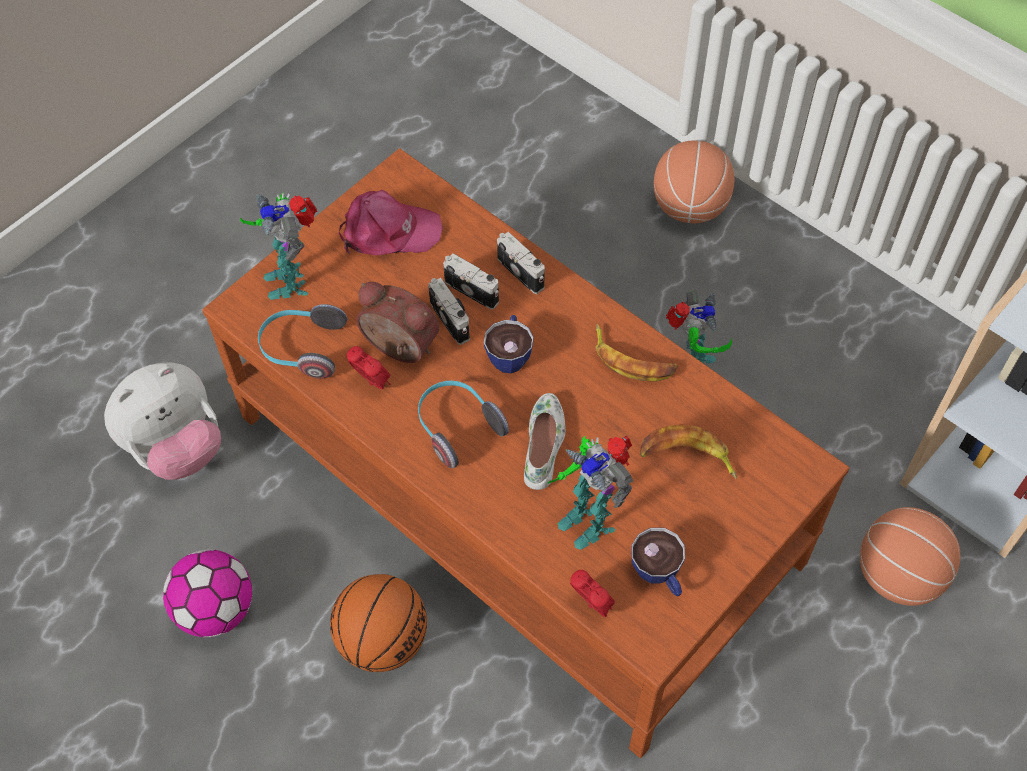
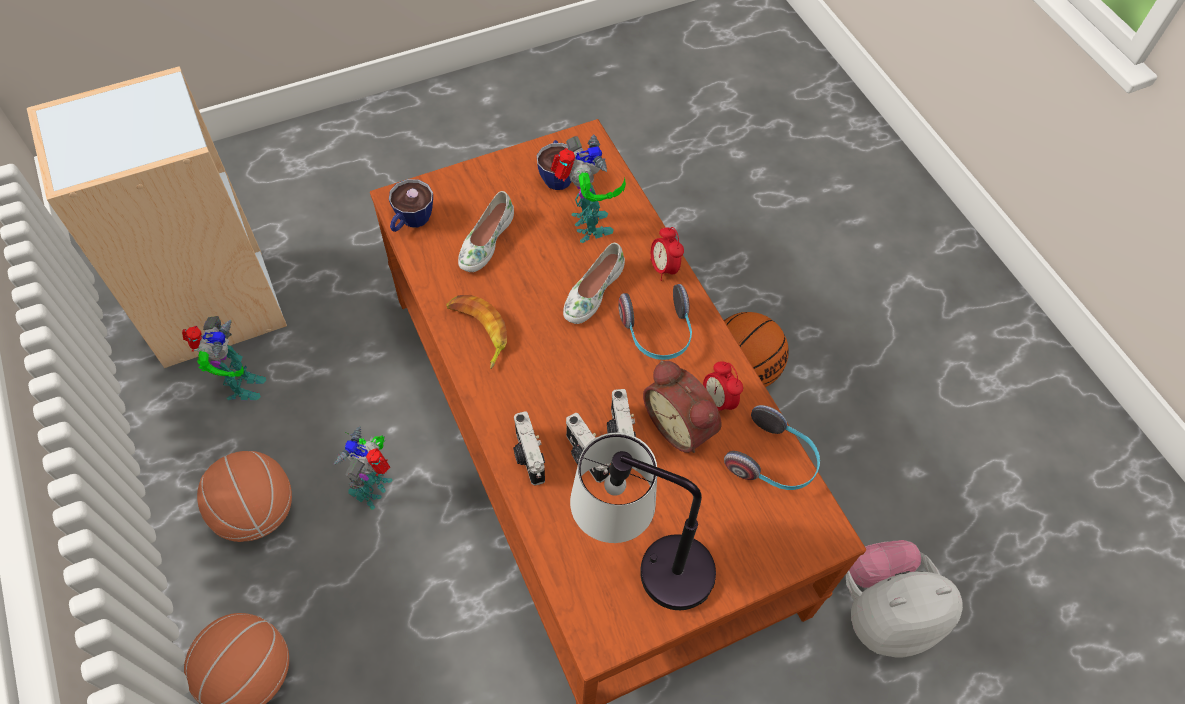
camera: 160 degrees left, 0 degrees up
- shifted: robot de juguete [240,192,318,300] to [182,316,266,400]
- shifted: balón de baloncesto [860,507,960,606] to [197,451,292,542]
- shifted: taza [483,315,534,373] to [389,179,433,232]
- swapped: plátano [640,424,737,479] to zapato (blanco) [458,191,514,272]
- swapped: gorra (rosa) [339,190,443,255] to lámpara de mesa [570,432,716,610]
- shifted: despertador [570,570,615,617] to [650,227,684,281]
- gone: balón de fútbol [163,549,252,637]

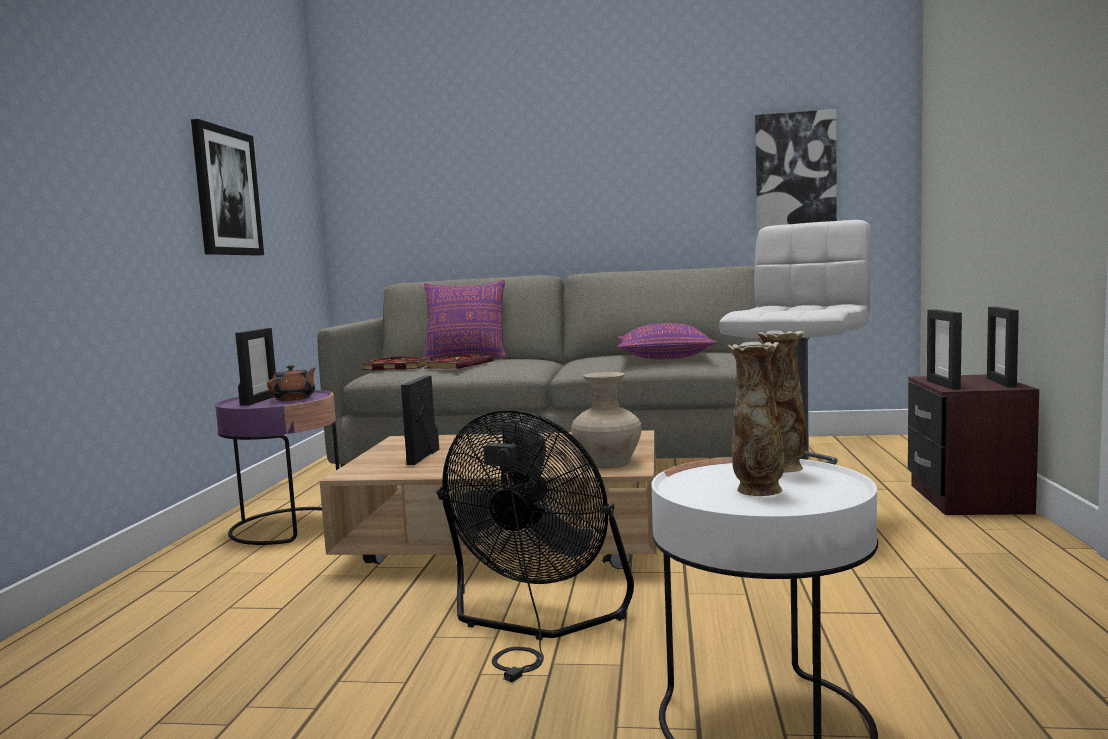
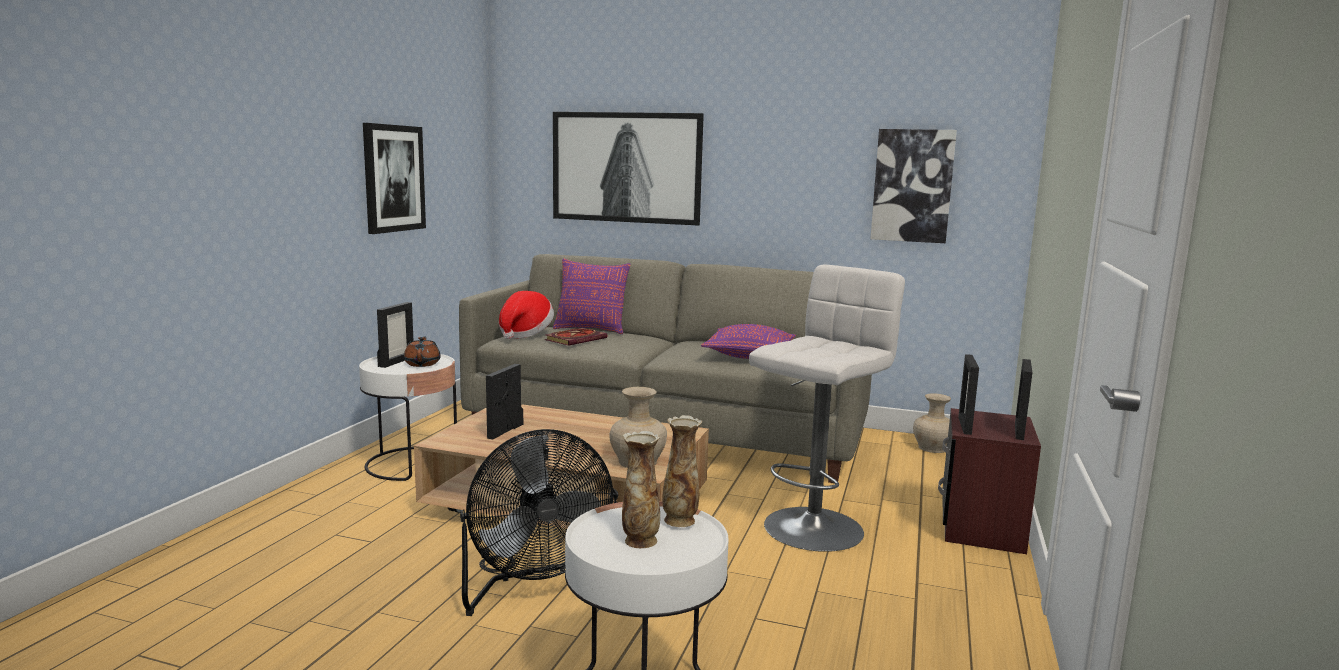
camera: 10 degrees right, 5 degrees up
- repainted: mesa auxiliar (morado) [215,390,339,545] to mesa auxiliar (blanco) [359,354,457,481]
- rotated: tetera (marrón) [267,365,316,401] = [404,337,441,367] 45 degrees counterclockwise
- rotated: ventilador (negro) [436,410,634,682] = [460,429,618,616] 120 degrees clockwise
- swapped: libro [362,356,432,371] to sombrero [499,291,554,339]
- new: cuadro [553,112,704,226]
- new: florero (beis) [913,393,951,453]

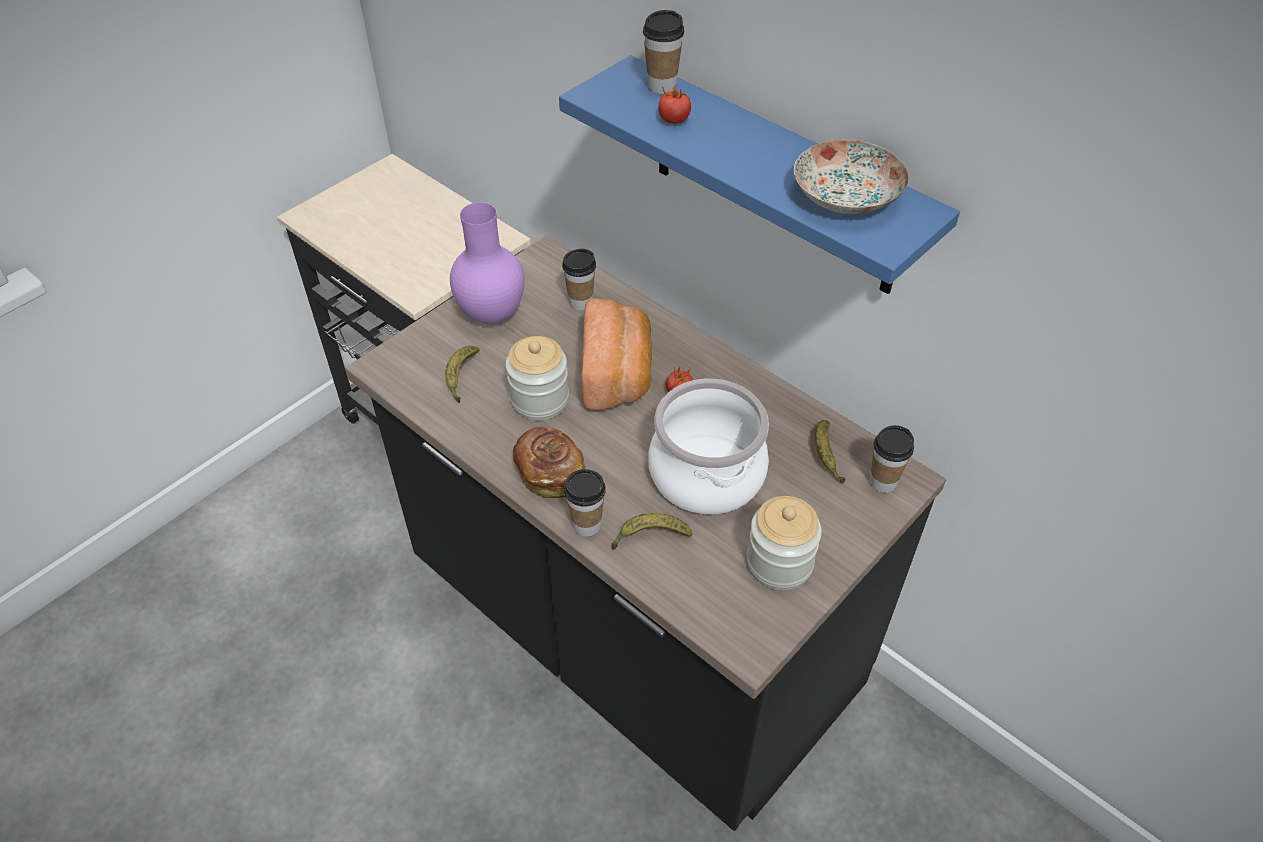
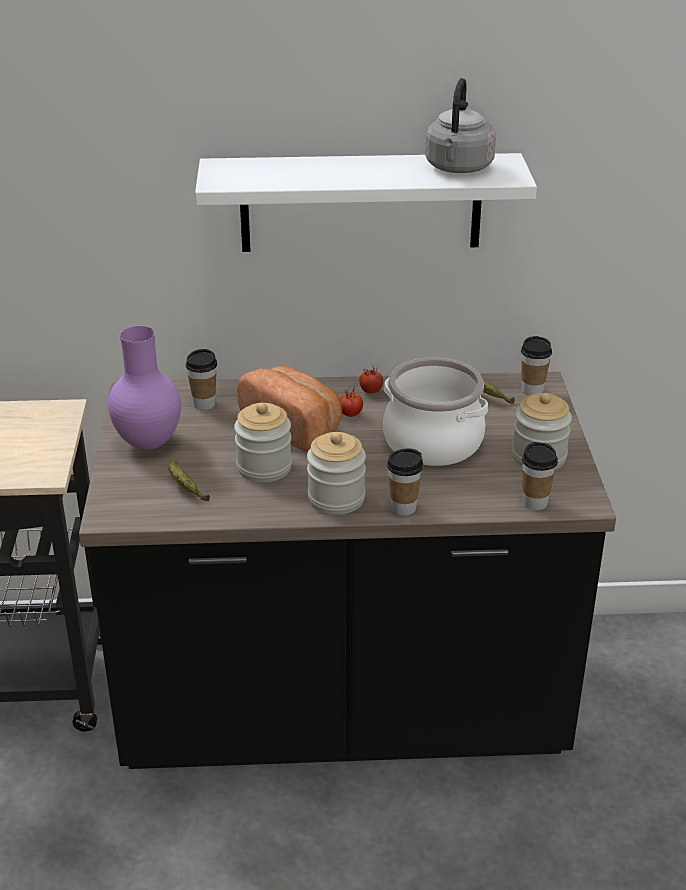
camera: 45 degrees left, 15 degrees down
- repainted: estante (azul) [559,55,960,294] to estante (blanco) [195,153,537,252]
- swapped: pan [513,427,586,498] to tarro [307,432,366,515]
- shifted: tomate [658,84,691,124] to [359,366,383,393]
- swapped: plato [794,140,909,214] to hervidor (gris) [425,78,496,173]
- shifted: taza [643,10,684,94] to [522,442,558,510]
- gone: plátano [611,513,692,550]

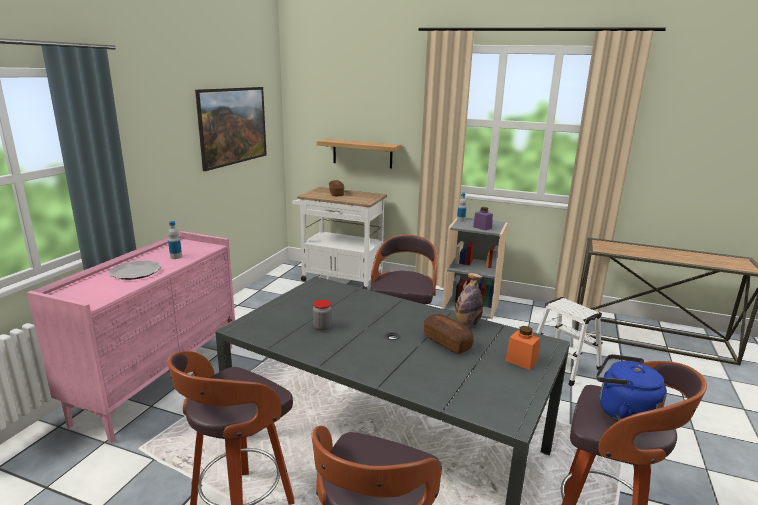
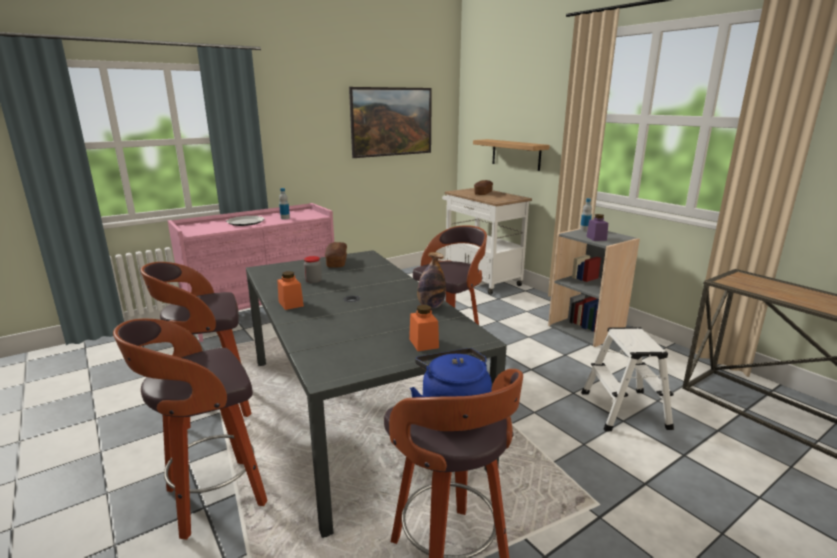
camera: 35 degrees right, 0 degrees up
- new: tarro (naranja) [277,271,304,310]
- shifted: pan [424,314,474,354] to [325,242,347,268]

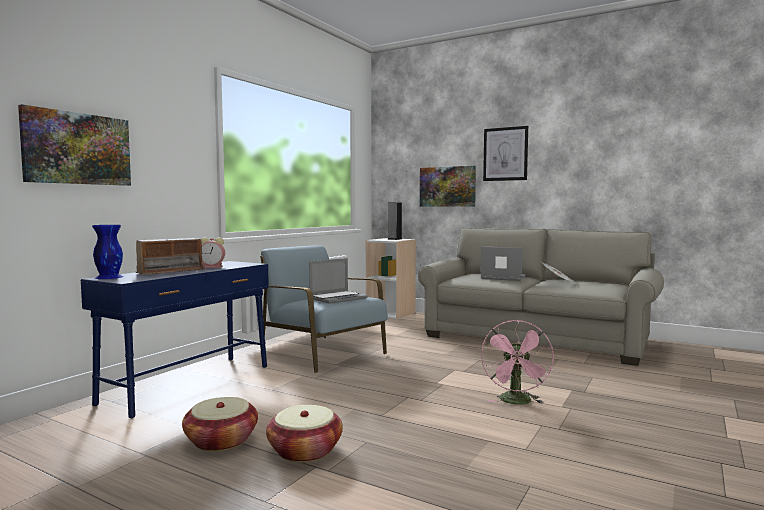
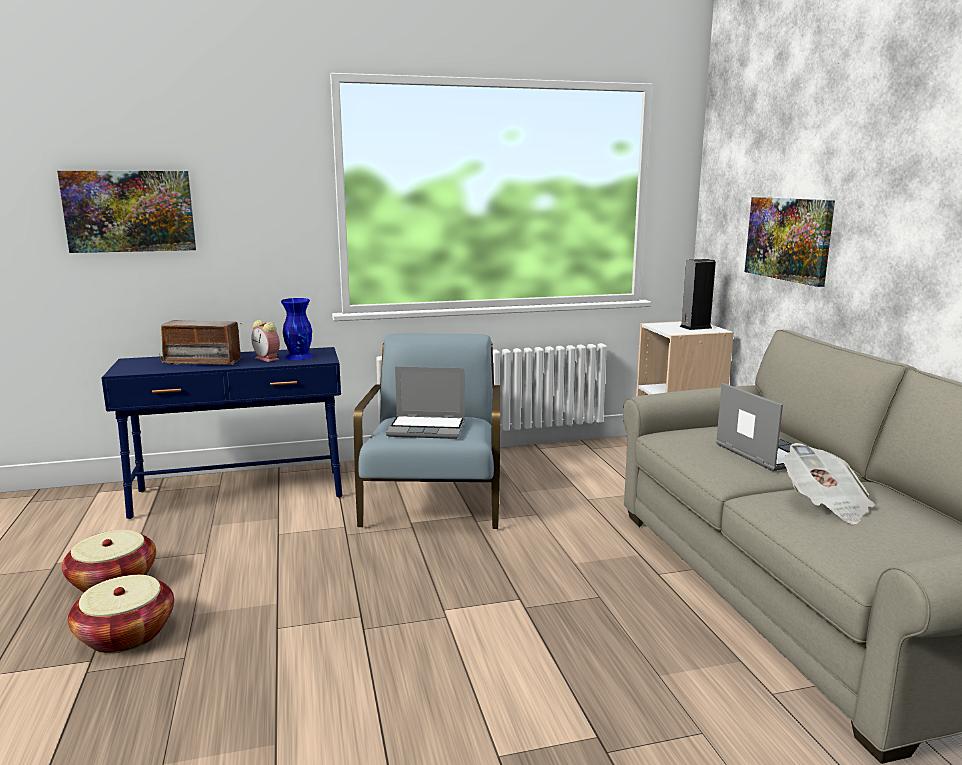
camera: 45 degrees right, 10 degrees up
- shifted: florero (azul) [92,225,124,279] to [281,298,313,360]
- gone: ventilador (rosa) [481,320,554,405]
- gone: cuadro [483,126,528,181]

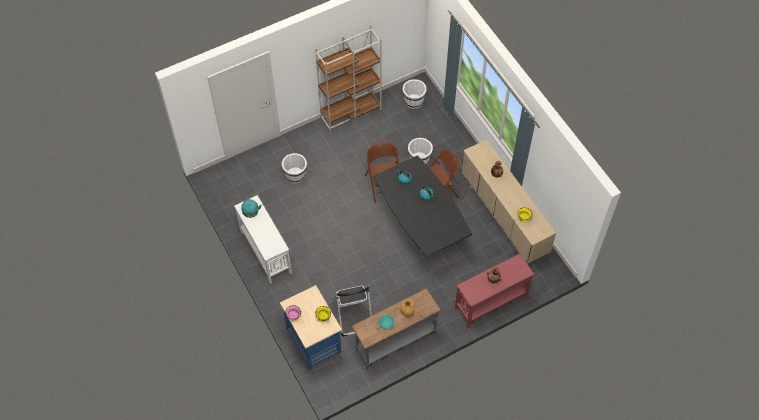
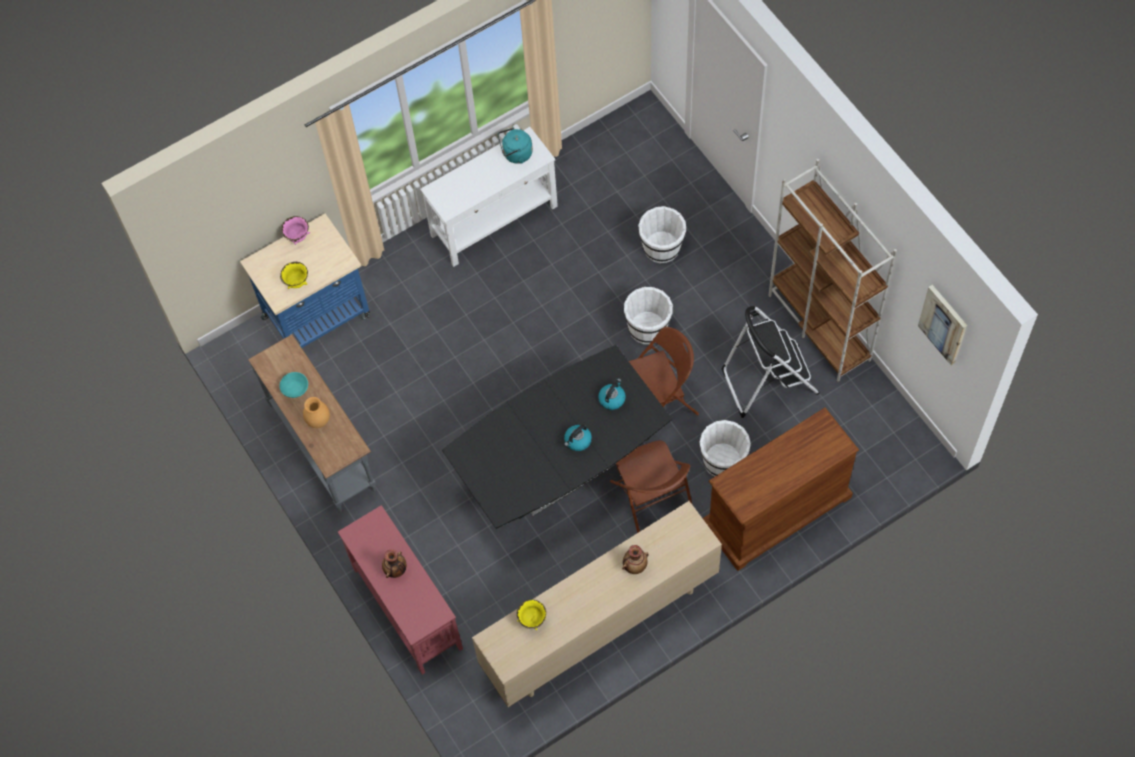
camera: 90 degrees right, 5 degrees up
- shifted: cubo (blanco) [402,79,427,109] to [624,287,673,344]
- new: cómoda (marrón) [703,408,859,571]
- shifted: escalera de tijera [332,286,372,336] to [722,306,820,418]
- new: cuadro [918,285,967,366]

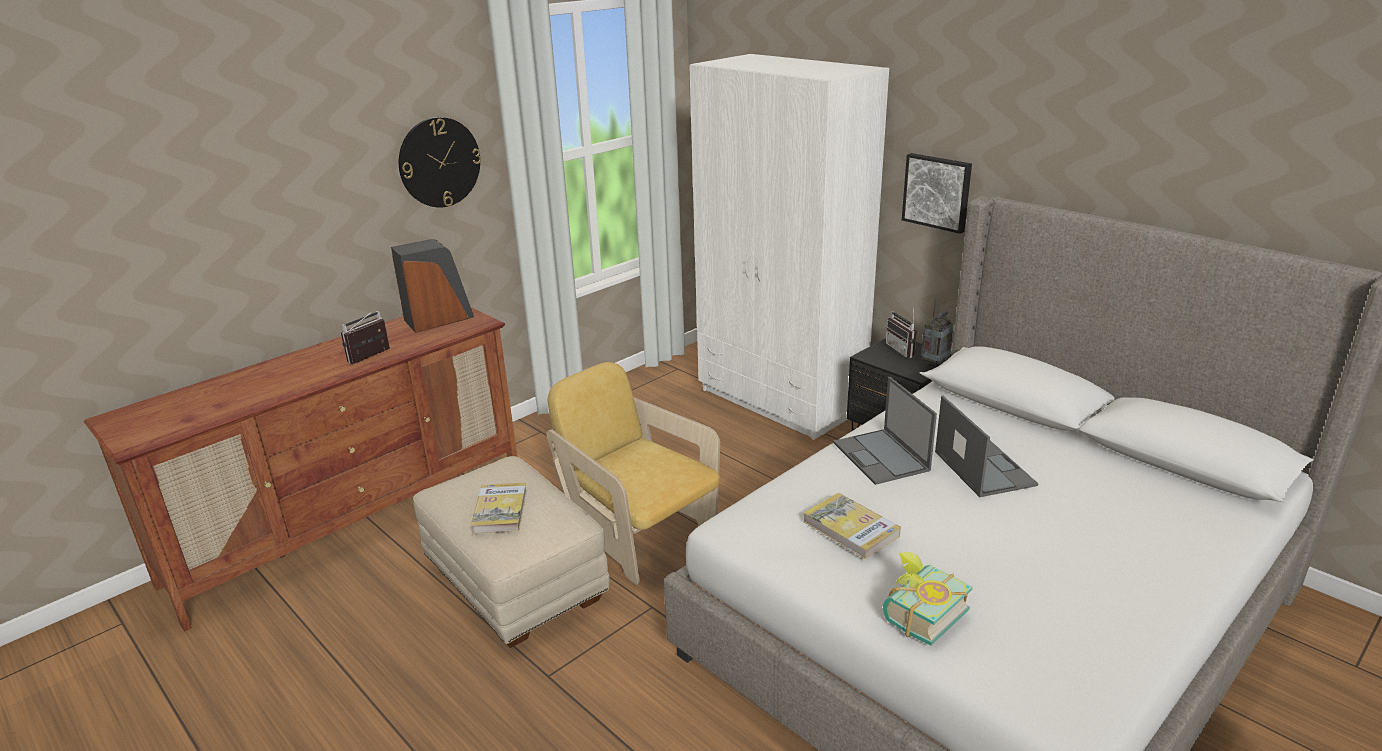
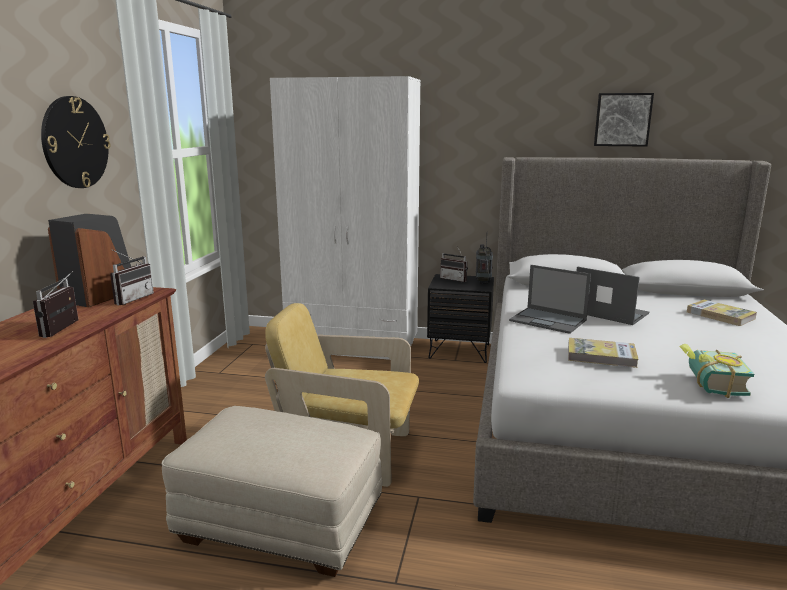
camera: 35 degrees left, 10 degrees down
- new: radio [110,249,154,305]
- shifted: cuadro [902,153,972,234] to [594,93,654,147]
- shifted: libro [471,482,527,534] to [687,300,757,326]

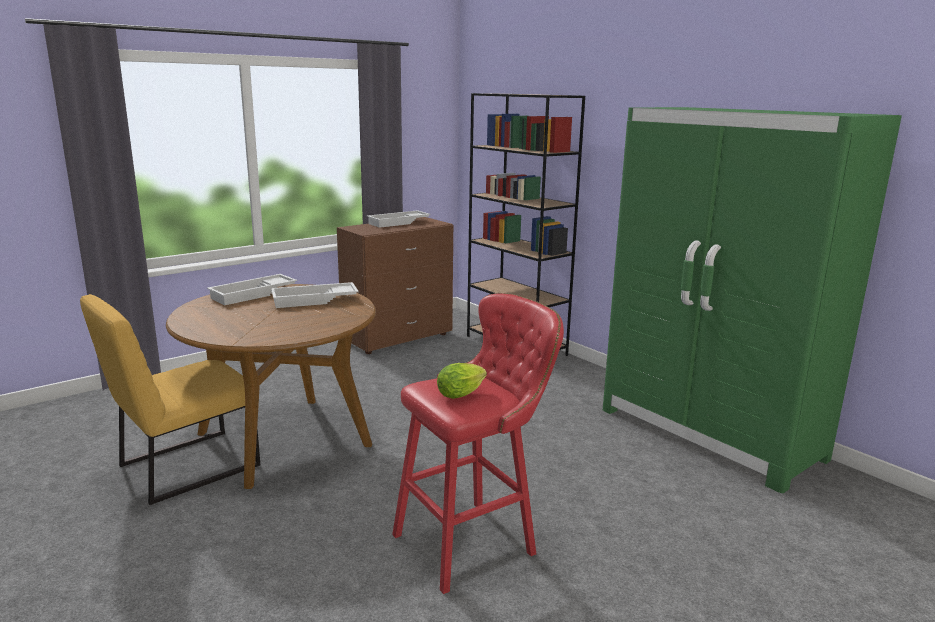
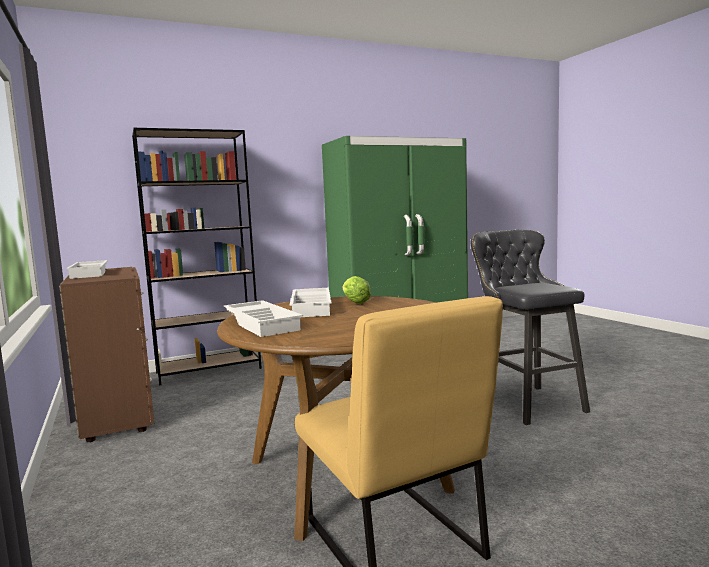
camera: 75 degrees left, 10 degrees down
- shifted: lechuga [437,363,487,399] to [343,276,371,304]
- repainted: taburete (rojo) [392,293,564,594] to taburete (negro) [471,229,590,425]

